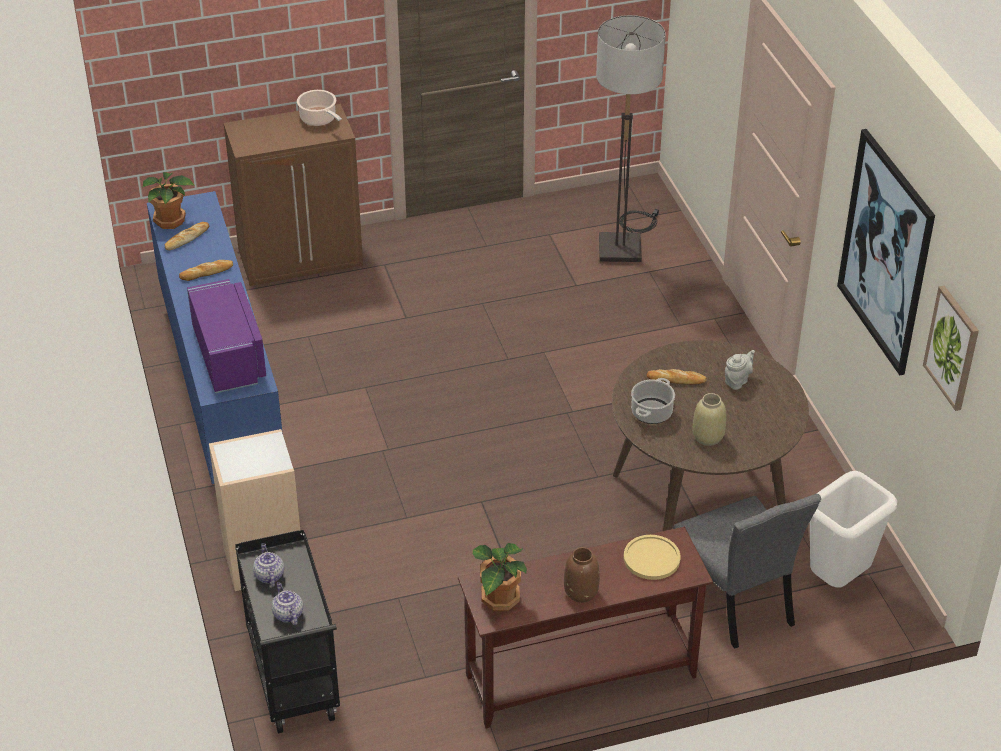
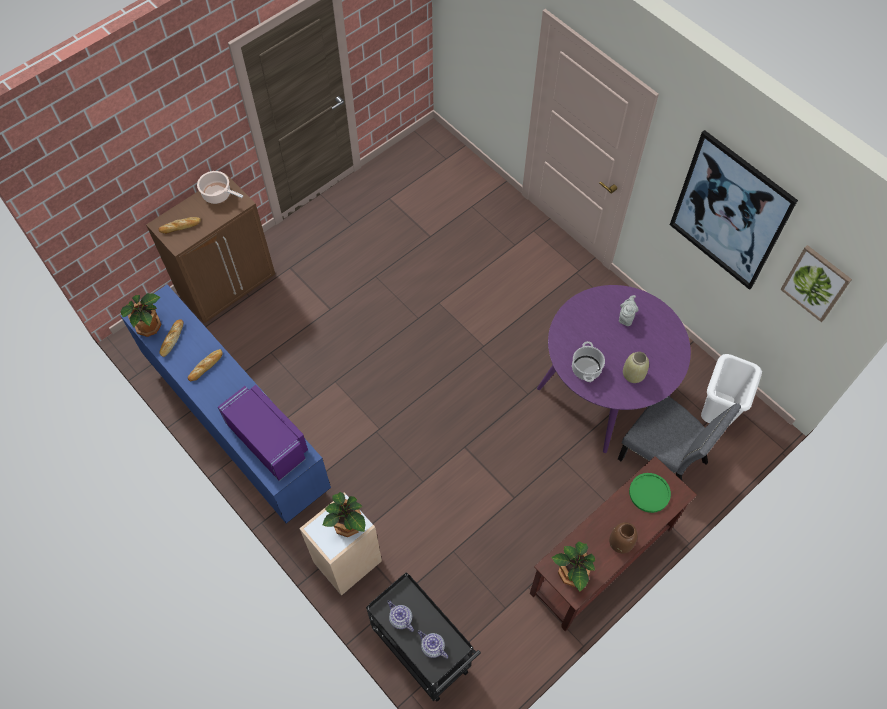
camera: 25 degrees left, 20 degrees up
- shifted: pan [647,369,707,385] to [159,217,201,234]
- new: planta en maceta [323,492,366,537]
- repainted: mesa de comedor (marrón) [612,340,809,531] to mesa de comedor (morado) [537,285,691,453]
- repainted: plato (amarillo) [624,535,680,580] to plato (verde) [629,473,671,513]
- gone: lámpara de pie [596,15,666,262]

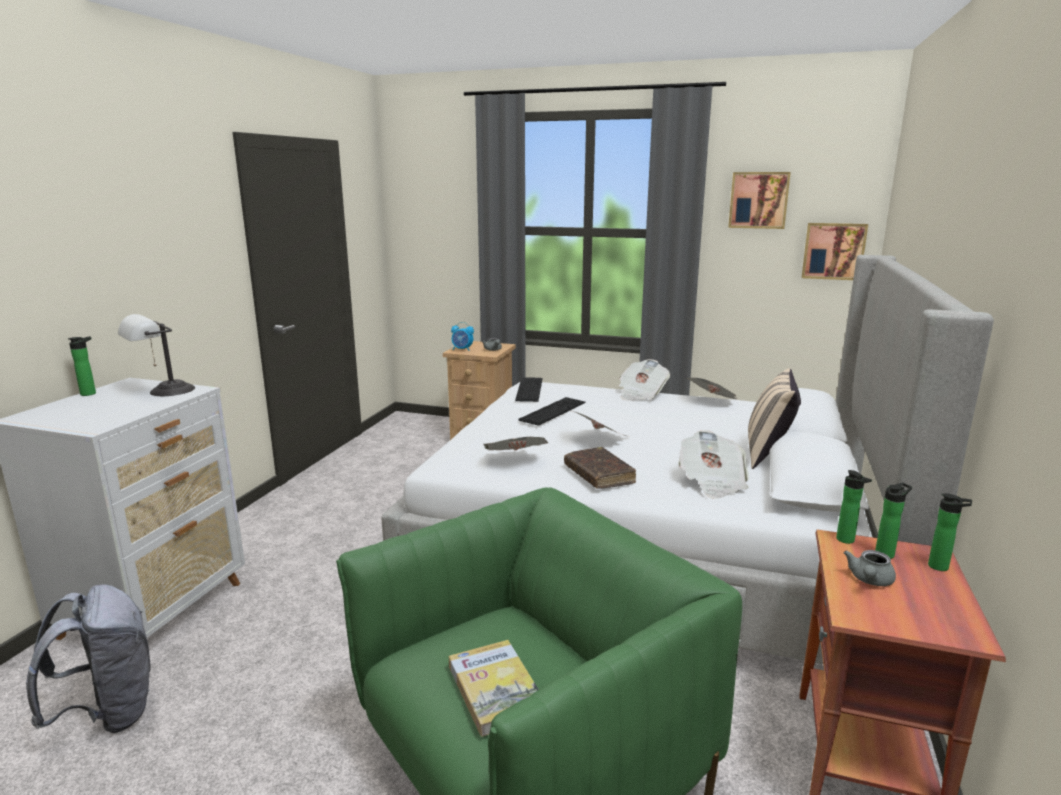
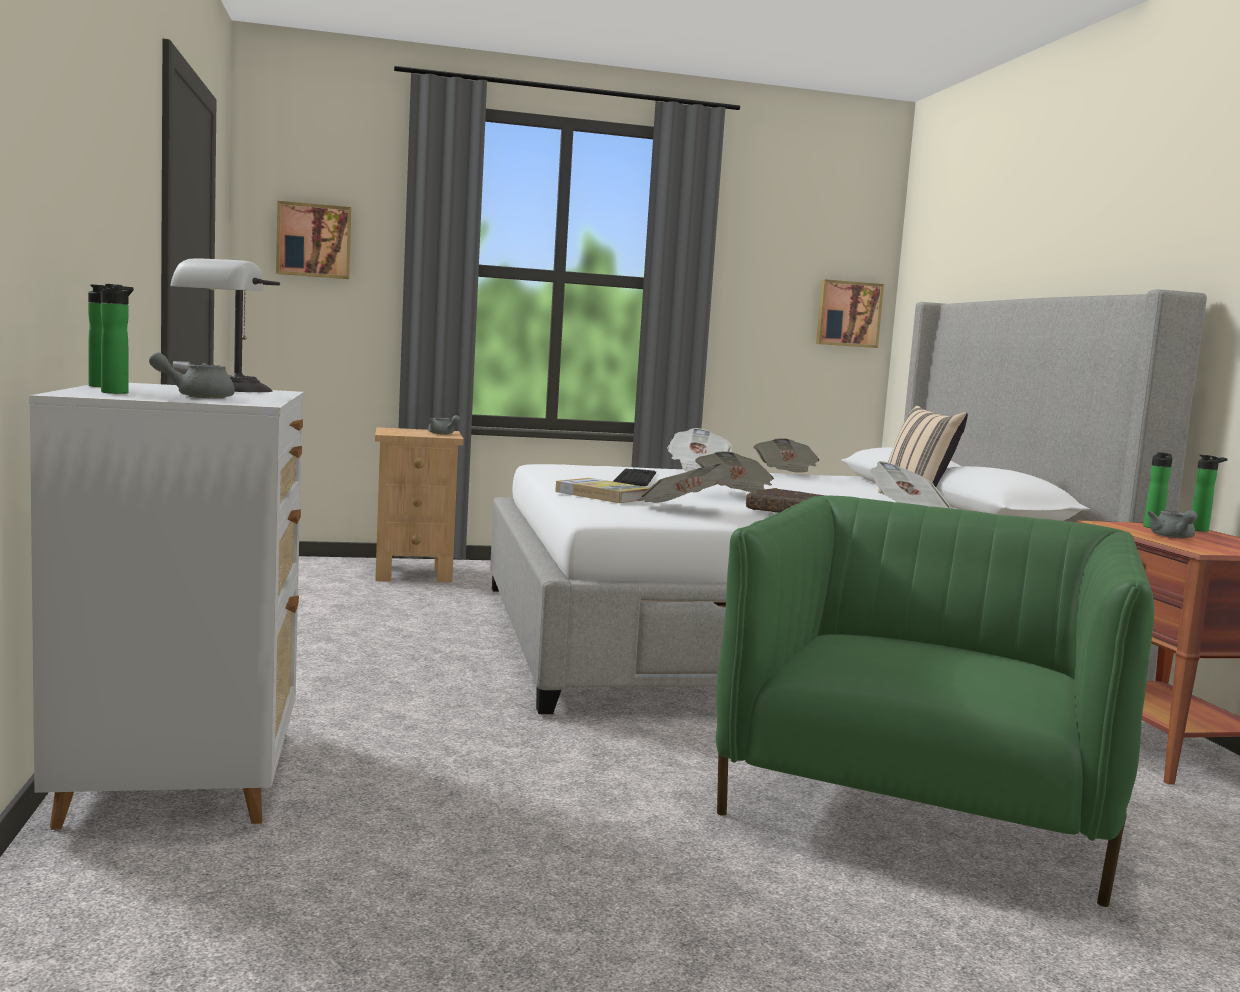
camera: 30 degrees left, 10 degrees down
- shifted: botella [836,470,872,544] to [101,284,133,394]
- new: tetera (gris) [149,352,235,399]
- shifted: cuadro [728,172,791,229] to [276,201,351,279]
- shifted: libro [449,640,539,737] to [555,478,650,503]
- gone: mochila (gris) [26,584,151,733]
- gone: despertador [451,322,474,351]
- gone: teclado [515,377,542,402]

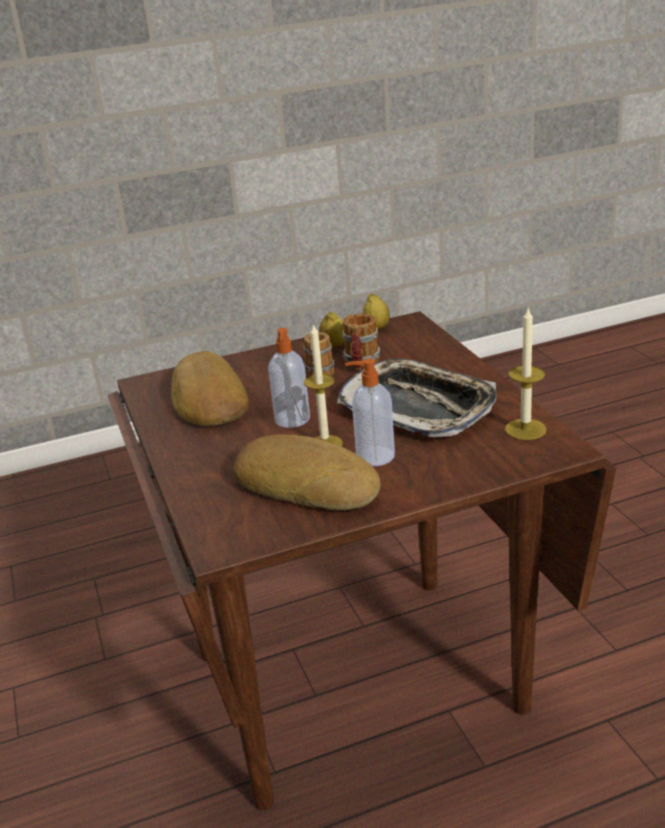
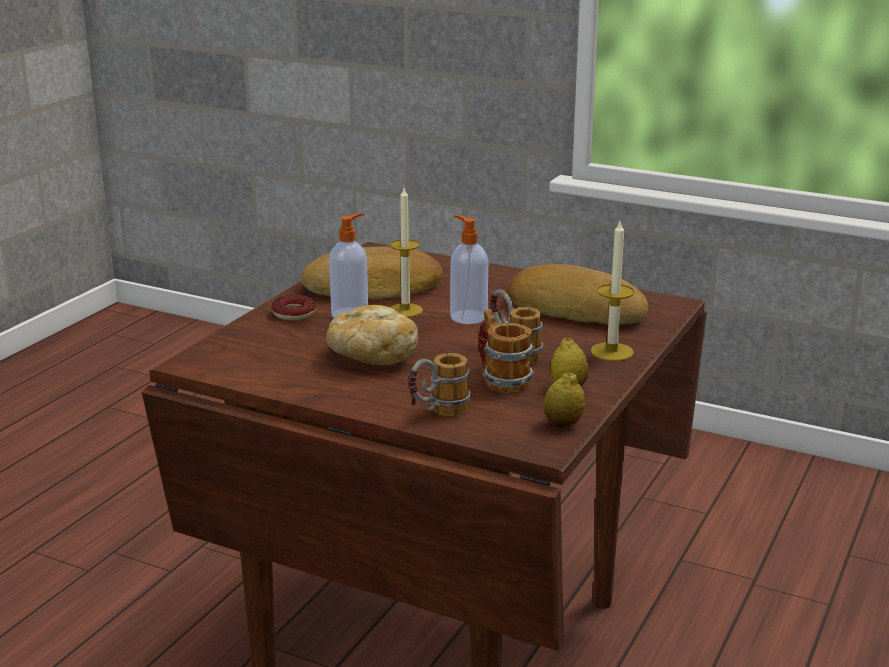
camera: 135 degrees right, 5 degrees down
- new: rosquilla [272,294,316,320]
- swapped: bandeja [337,359,497,437] to pan [326,305,419,365]
- new: taza grande [408,353,471,416]
- shifted: vela [505,306,547,440] to [591,221,635,361]

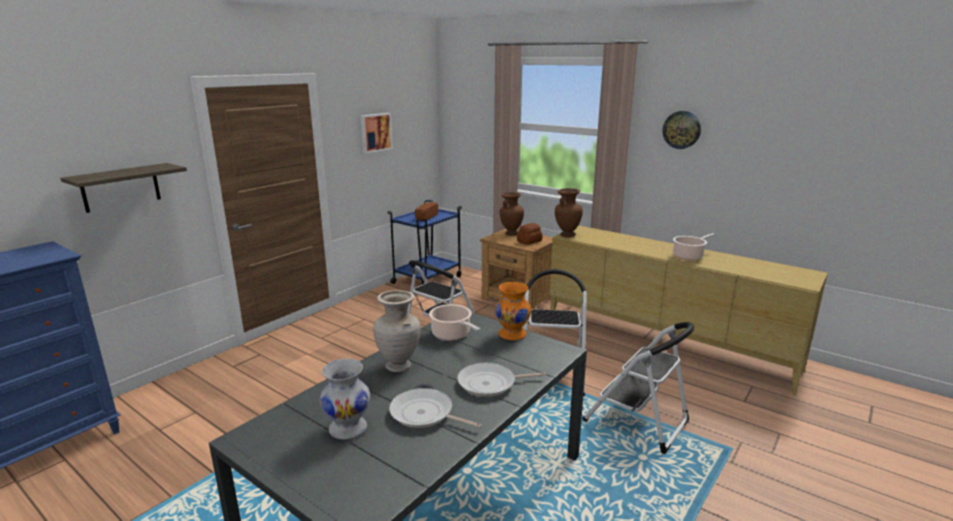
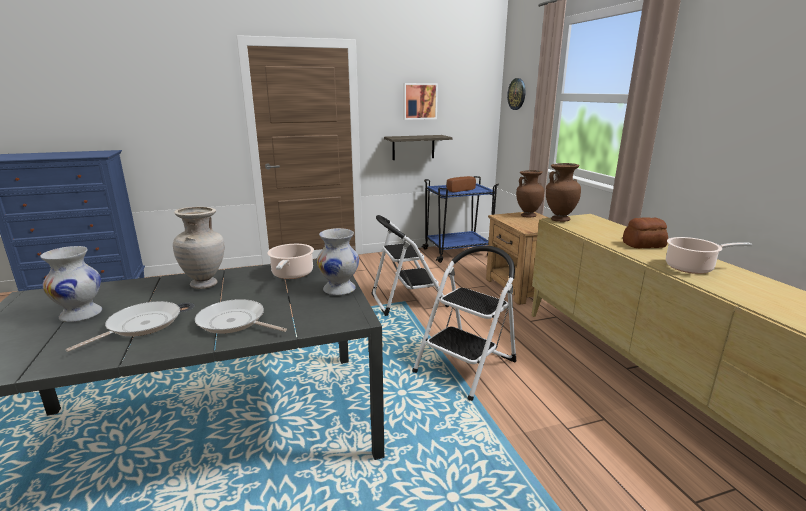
camera: 35 degrees right, 0 degrees up
- rotated: sartén [389,388,482,428] = [66,301,180,352] 60 degrees clockwise
- repainted: florero (naranja) [495,282,531,340] to florero (blanco) [317,228,359,295]
- shifted: estante [60,163,187,213] to [384,135,452,160]
- shifted: reloj de pared [662,111,701,149] to [507,78,525,110]
- shifted: pan [517,223,543,245] to [623,217,668,248]
- gone: escalera de tijera [582,322,694,454]

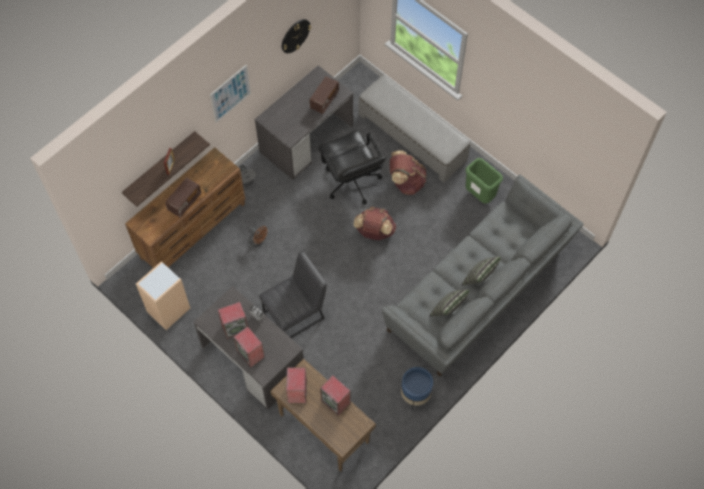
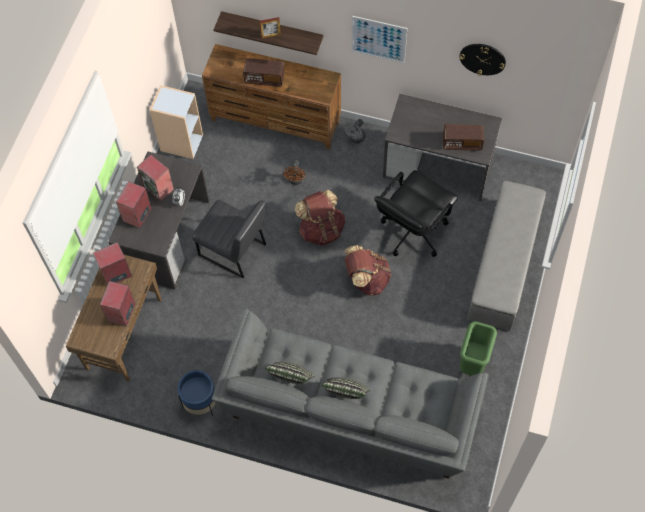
camera: 65 degrees right, 0 degrees up
- shifted: mochila (marrón) [390,151,426,195] to [295,190,345,246]

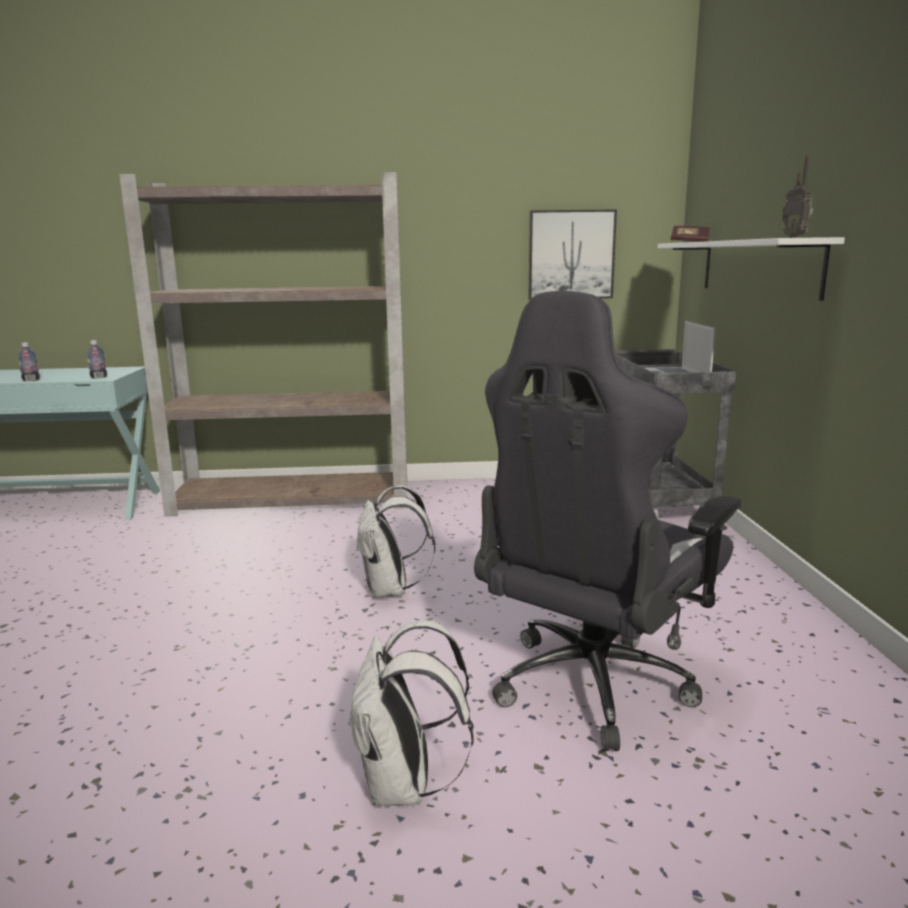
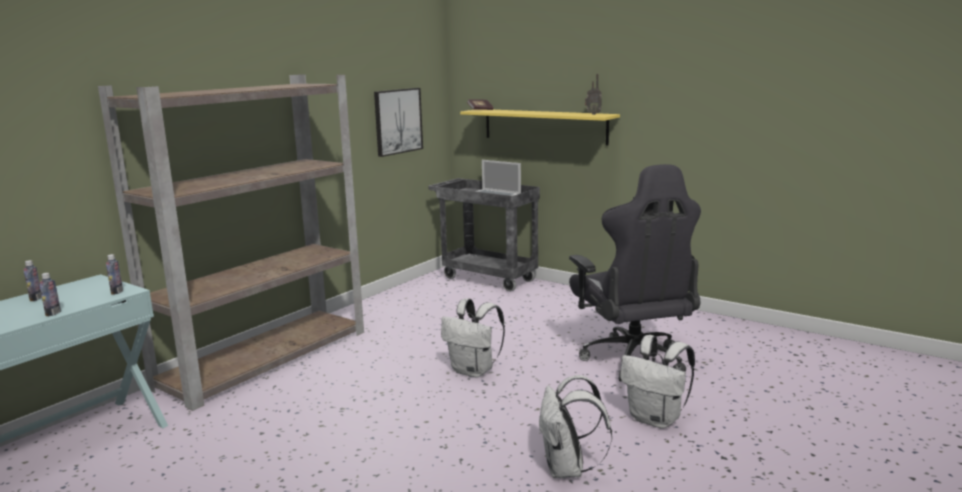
camera: 50 degrees left, 0 degrees up
- new: botella [24,260,42,301]
- repainted: estante (blanco) [658,237,845,301] to estante (amarillo) [460,110,620,145]
- new: mochila (blanco) [539,375,612,478]

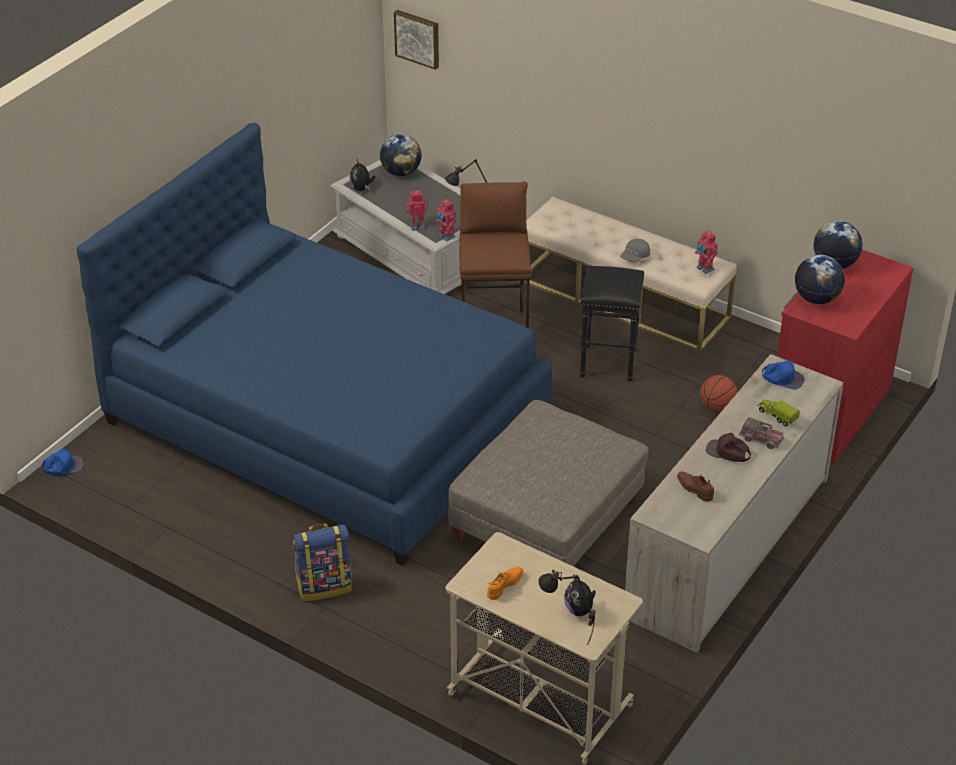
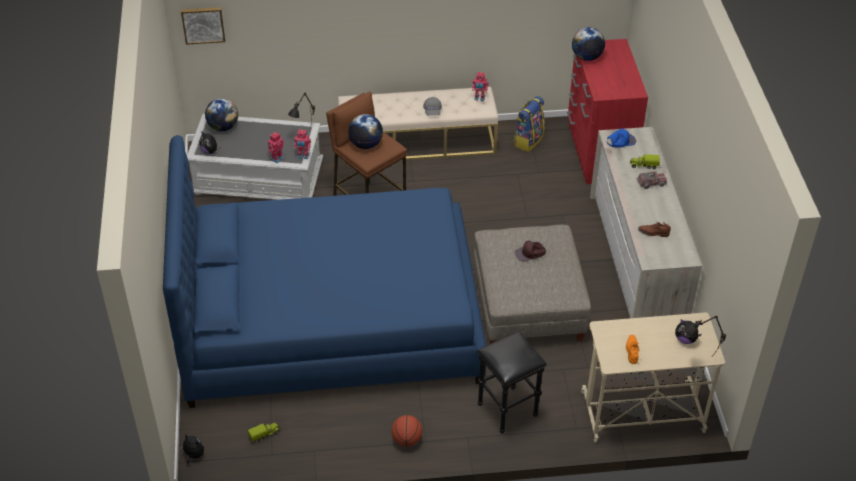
camera: 40 degrees left, 5 degrees up
- swapped: gorra (azul) [41,448,84,475] to peluche [180,434,204,463]
- new: camión de juguete [247,423,281,443]
- shifted: globo terráqueo [795,255,845,304] to [348,114,383,149]
- shifted: balón de baloncesto [700,375,737,412] to [391,415,423,447]
- shifted: taburete (negro) [580,266,644,382] to [478,331,546,434]
- shifted: mochila [293,523,352,601] to [513,96,545,152]
- shifted: gorra (marrón) [706,433,751,462] to [515,240,546,261]

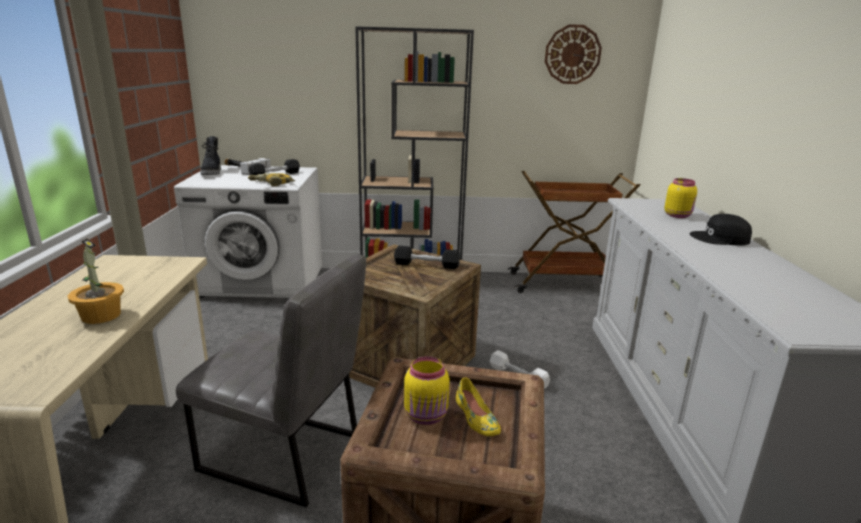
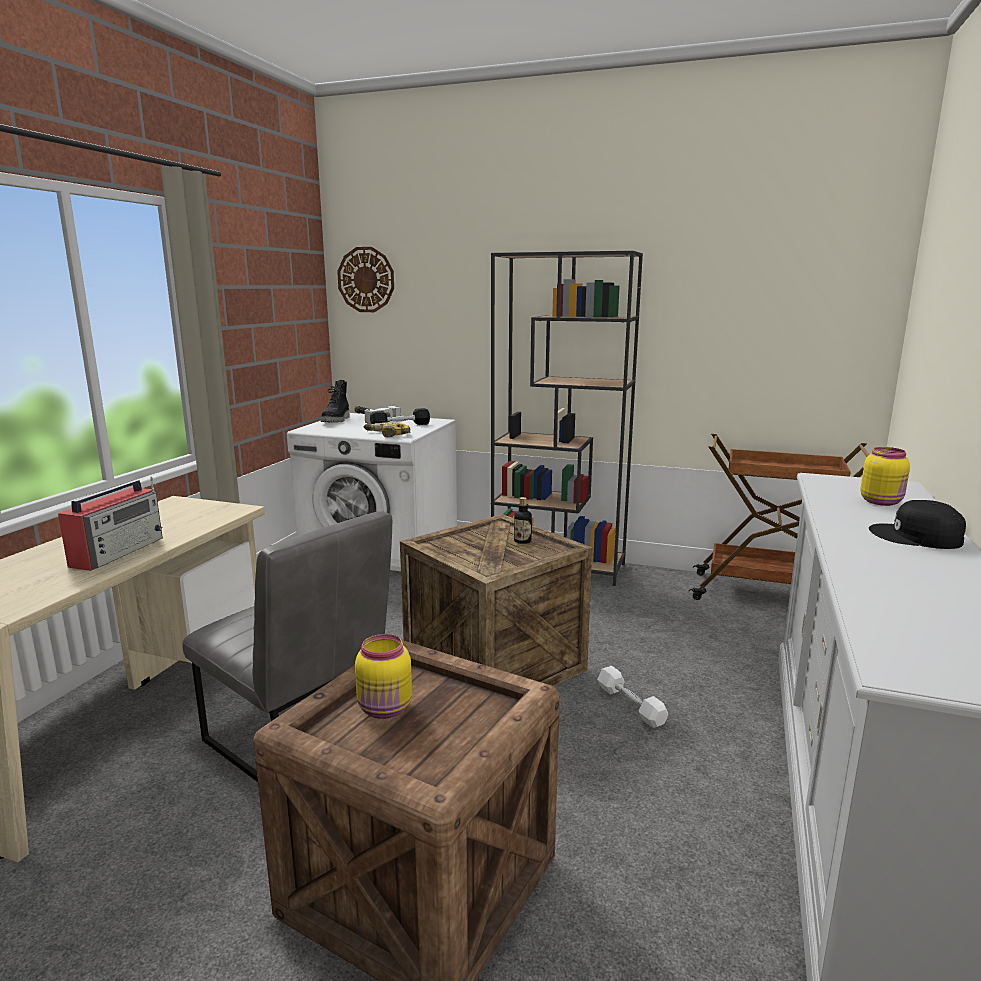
camera: 20 degrees right, 5 degrees down
- swapped: planta en maceta [68,239,124,324] to radio [58,476,163,571]
- shifted: reloj de pared [545,24,602,84] to [337,247,394,312]
- swapped: mancuerna (negro) [394,246,460,269] to botella [514,497,532,544]
- gone: zapato (amarillo) [456,377,501,436]

